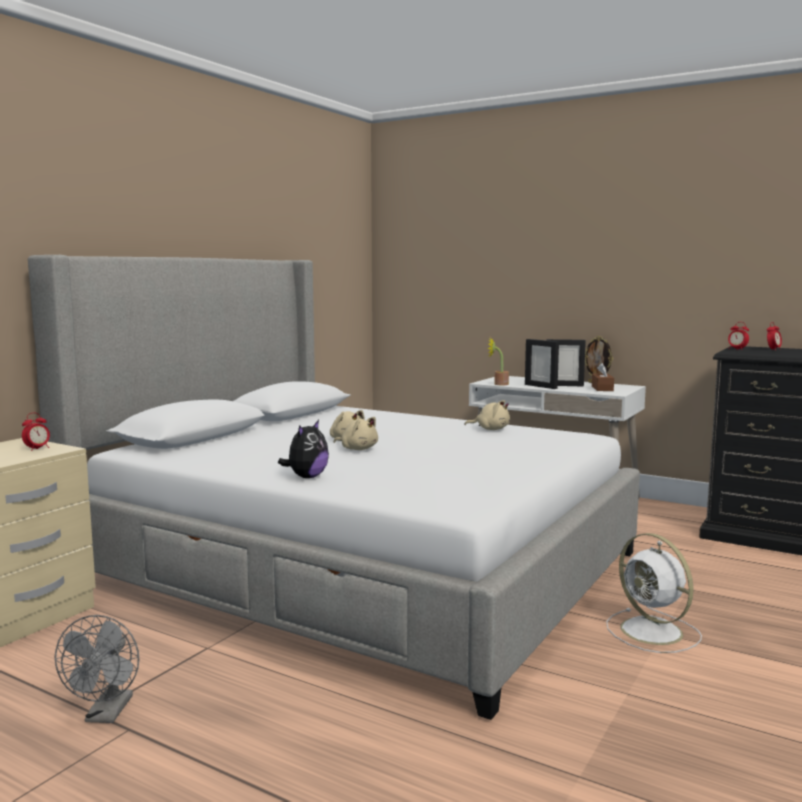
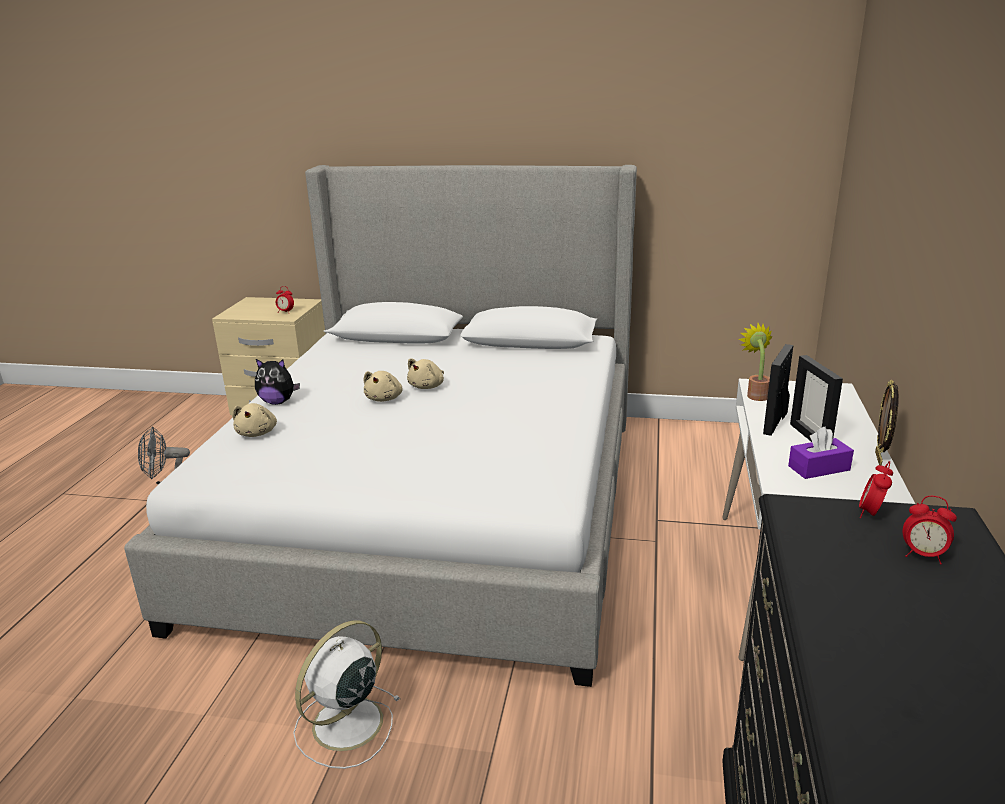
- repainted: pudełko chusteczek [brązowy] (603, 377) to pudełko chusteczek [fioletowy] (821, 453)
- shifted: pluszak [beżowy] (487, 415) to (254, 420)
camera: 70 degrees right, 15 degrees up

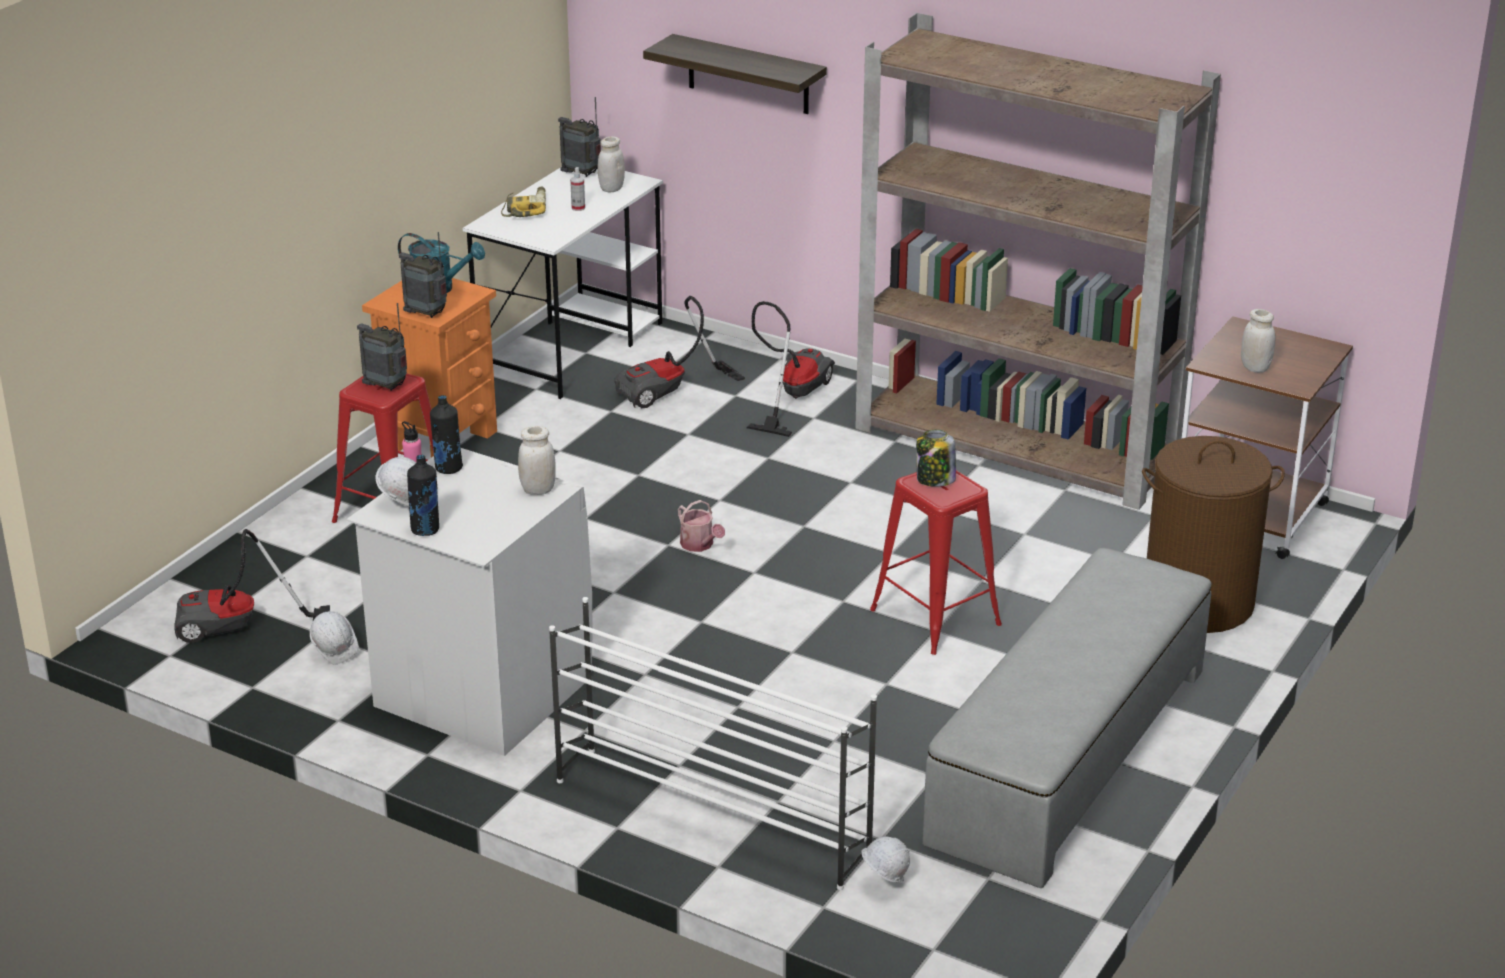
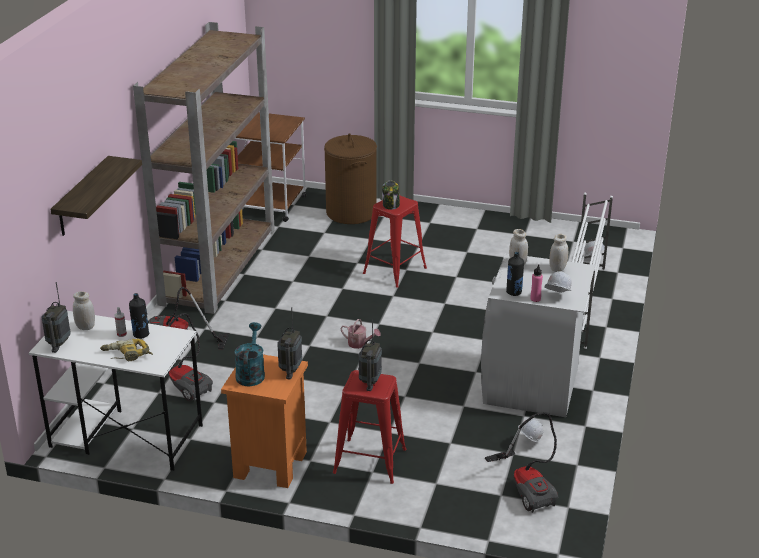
- shifted: słoik [biały] (1258, 341) to (558, 253)
- shifted: butelka [czarny] (423, 495) to (139, 316)
- rotated: konewka (701, 526) = (361, 334) 75 degrees clockwise
- gone: ławka [szary] (1067, 718)
camera: 105 degrees left, 0 degrees up

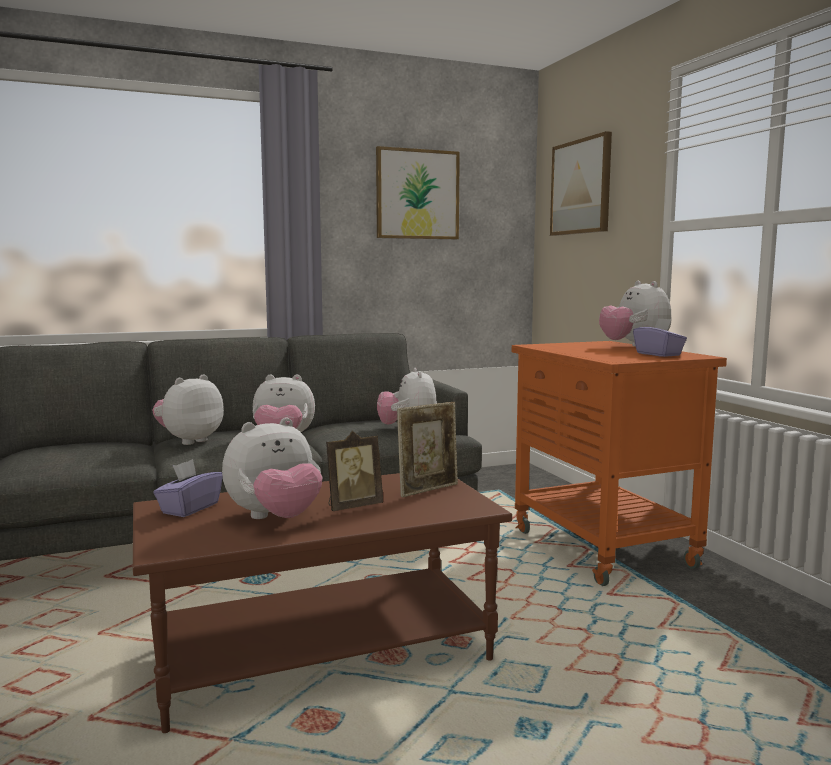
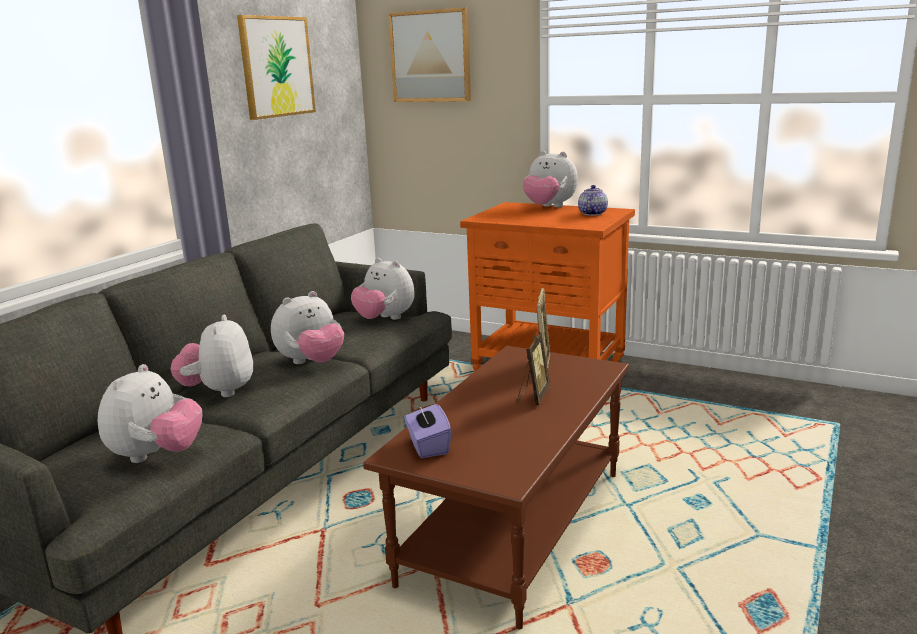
- swapped: pudełko chusteczek [fioletowy] (660, 337) to imbryk (593, 200)
- shifted: pluszak (272, 468) to (150, 413)
camera: 40 degrees left, 10 degrees up

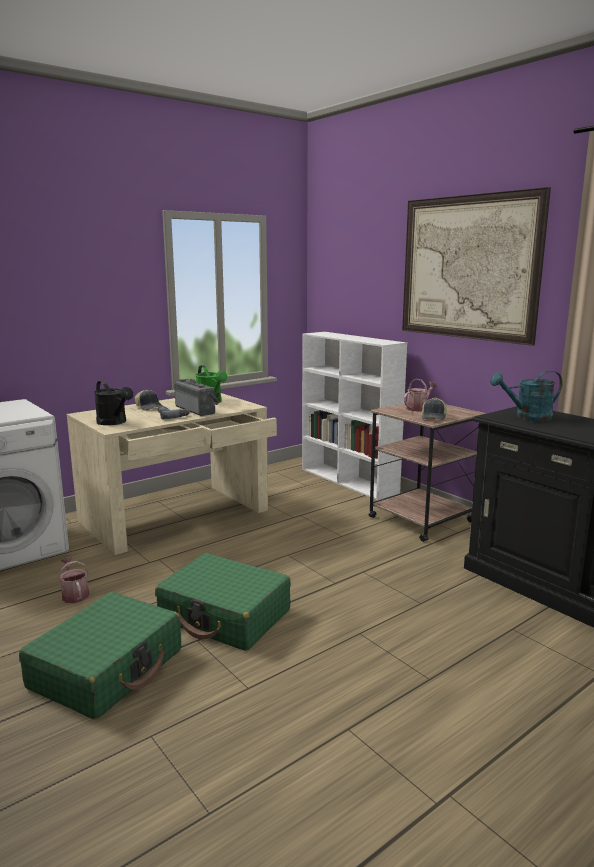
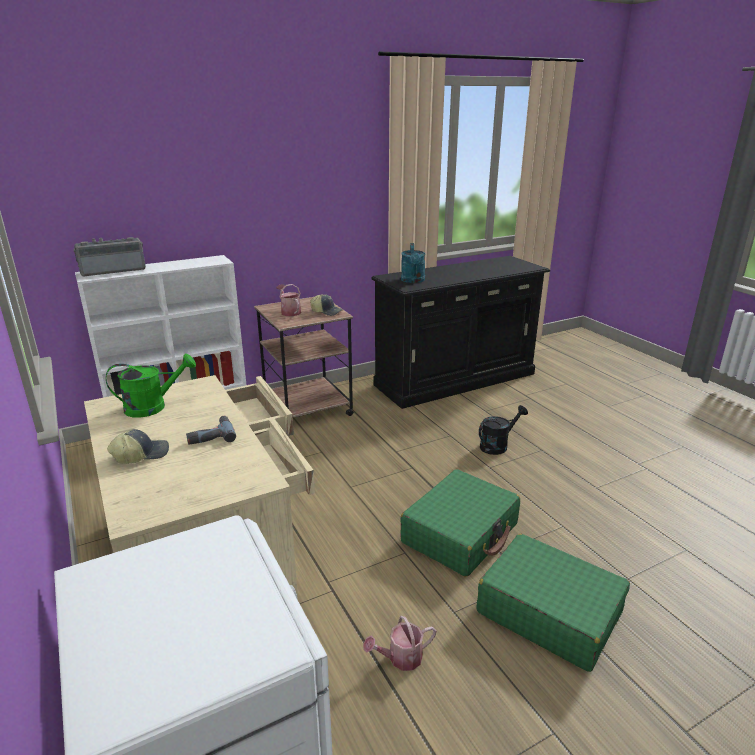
- gone: obraz (476, 266)
- shifted: radio (196, 397) to (109, 257)
- shifted: konewka [czarny] (113, 403) to (503, 430)
camera: 80 degrees left, 10 degrees up

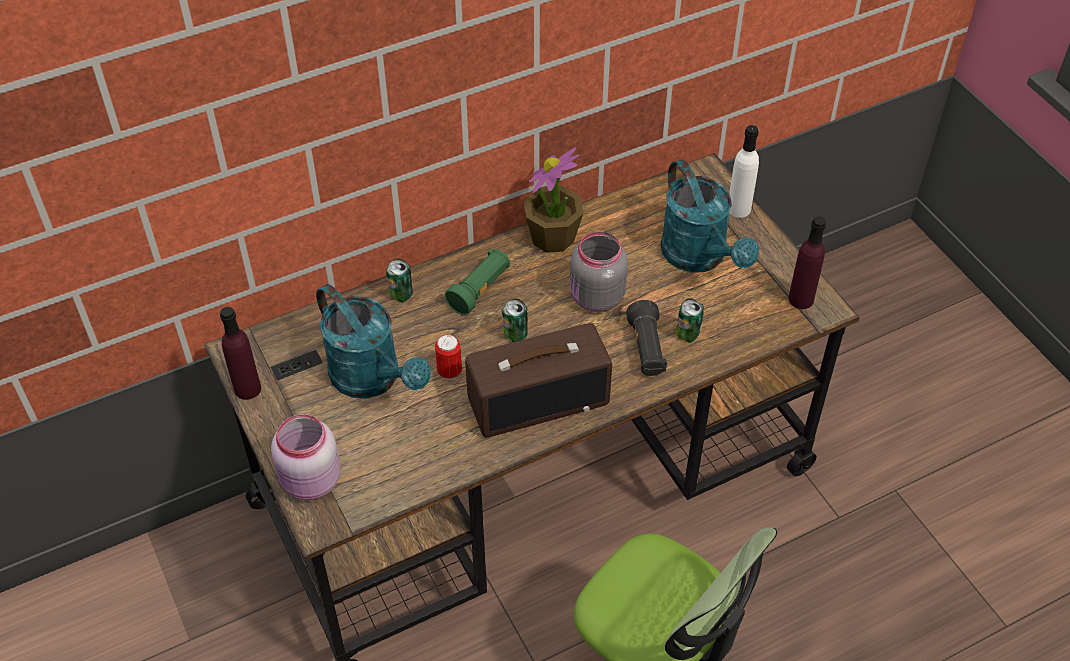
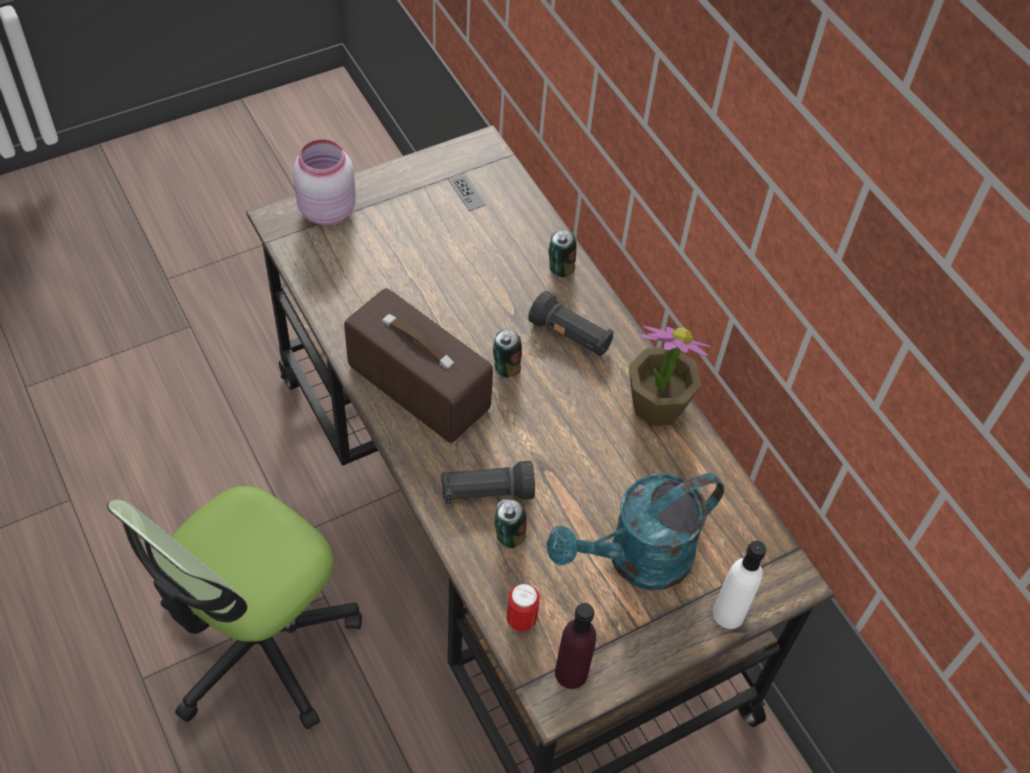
- gone: słoik [szary] (599, 272)
- repainted: latarka [zielony] (477, 282) to latarka [czarny] (571, 323)
- gone: konewka [turkusowy] (373, 341)
- gone: butelka [fioletowy] (240, 353)
- rotated: radio (538, 380) = (418, 365) 150 degrees clockwise
- shifted: puszka (448, 357) to (523, 607)
camera: 85 degrees right, 5 degrees up

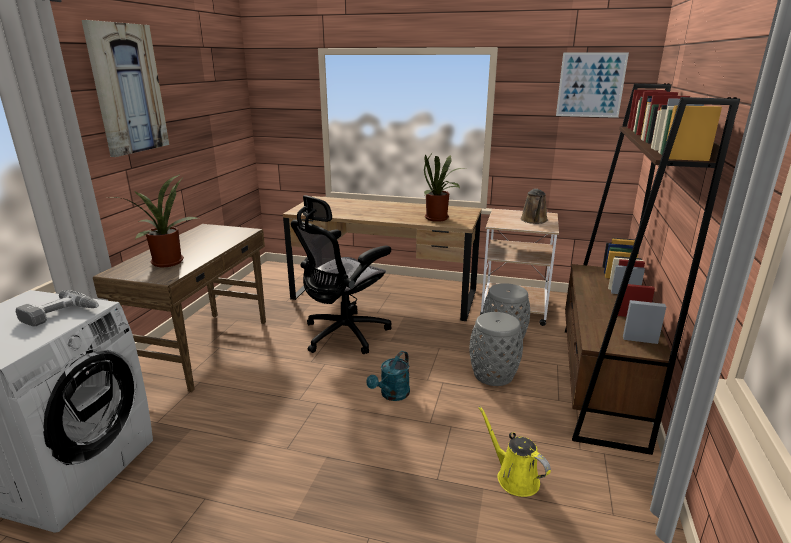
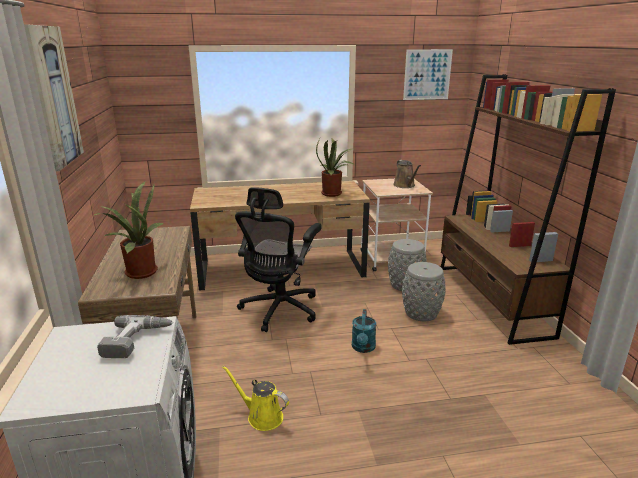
- shifted: konewka [żółty] (514, 451) to (255, 398)
camera: 25 degrees left, 0 degrees up

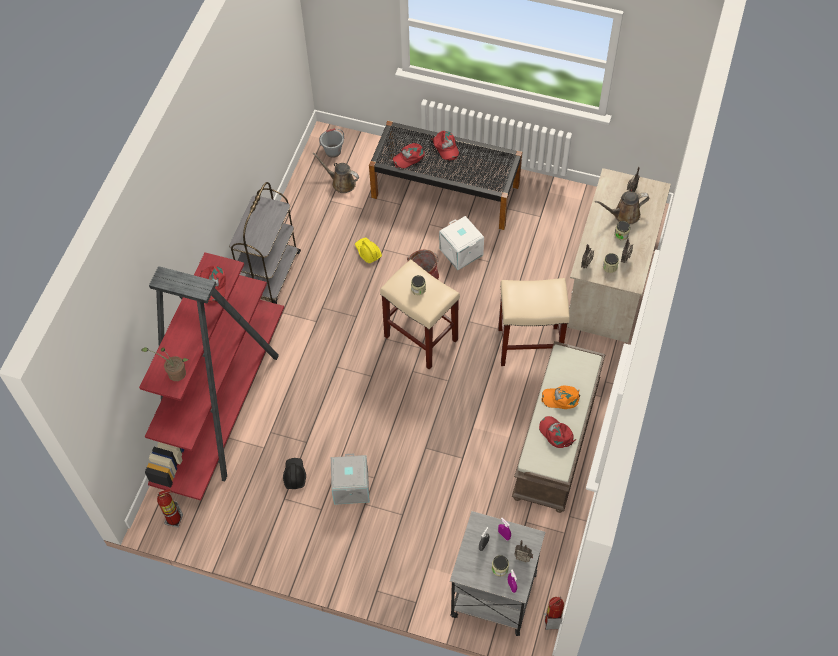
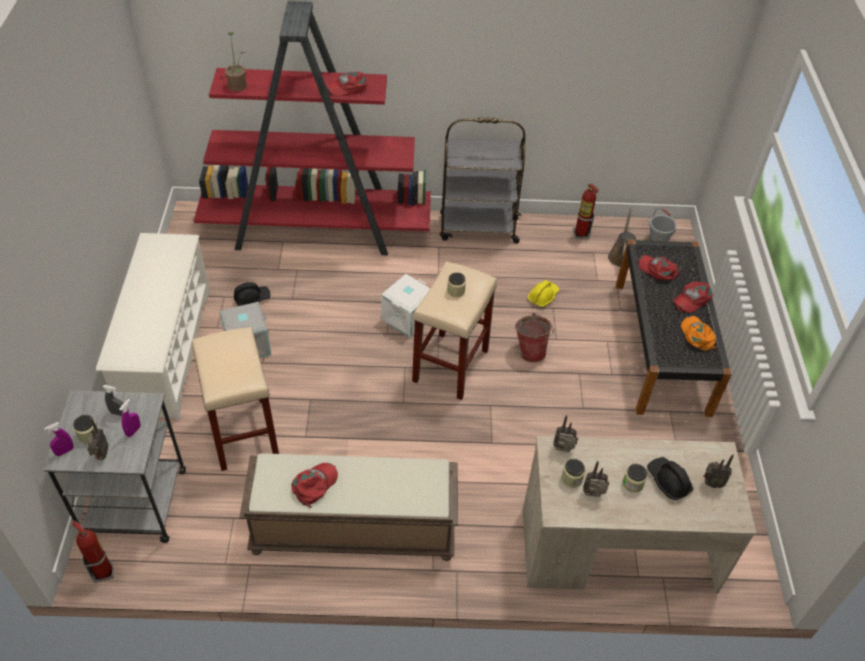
- swapped: konewka [brązowy] (622, 207) to kask [czarny] (670, 478)
- shifted: pojemnik do przechowywania [biały] (461, 243) to (405, 306)
- shifted: stołek [beżowy] (534, 322) to (235, 399)
- shifted: czapka z daszkiem [pomarańczowy] (560, 397) to (699, 333)
- shifted: gaśnica (170, 508) to (586, 211)
- new: regał na buty [biały] (153, 327)
camera: 70 degrees right, 10 degrees down

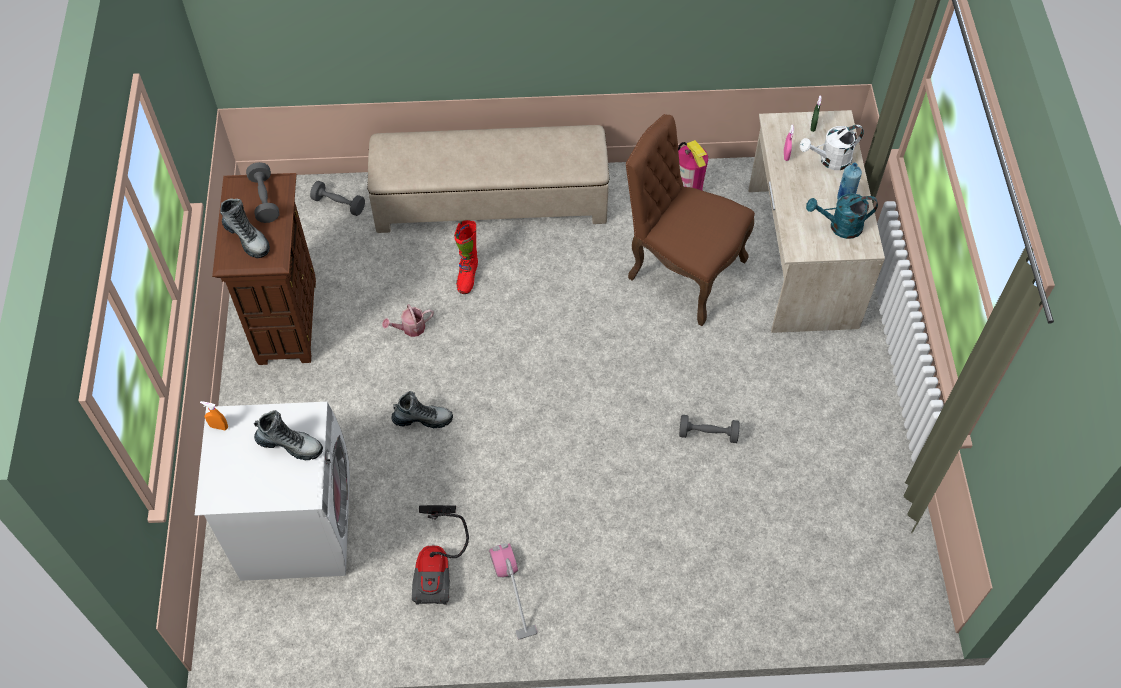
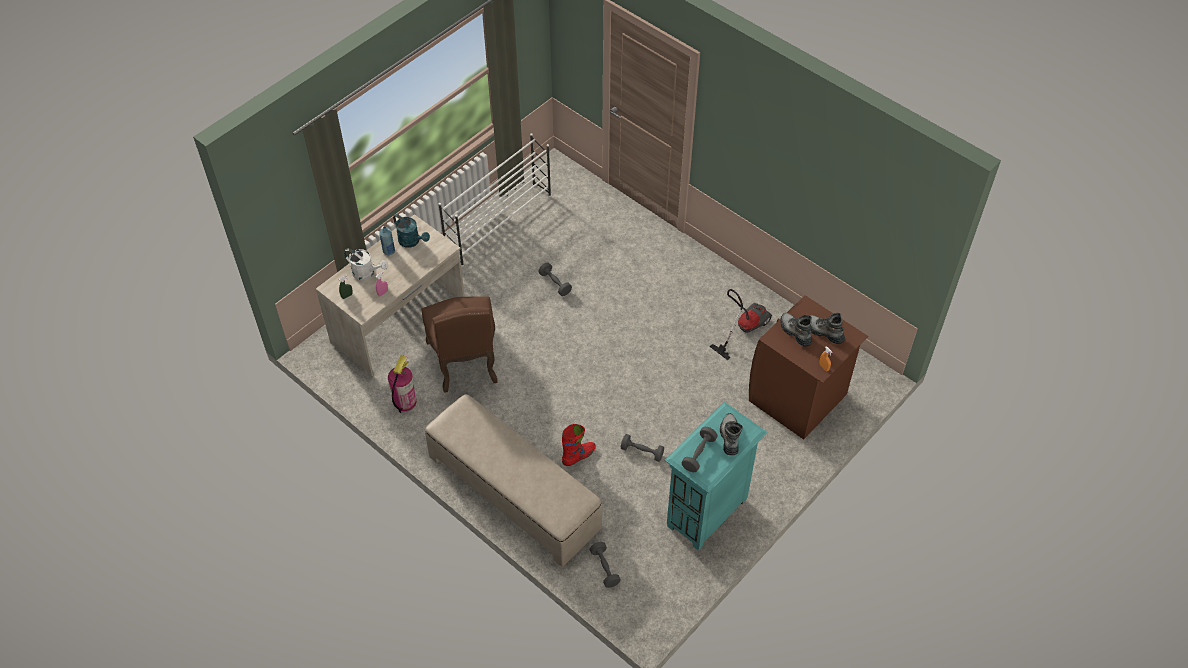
- repainted: szafka [brązowy] (264, 269) to szafka [turkusowy] (716, 476)
- swapped: konewka (408, 320) to hantel [szary] (642, 448)
- shifted: but z cholewką (422, 409) to (827, 328)
- repainted: pralka [biały] (272, 491) to pralka [brązowy] (808, 367)
- gone: odkurzacz (513, 591)
- new: regał na buty [biały] (494, 200)
camera: 135 degrees left, 5 degrees down

